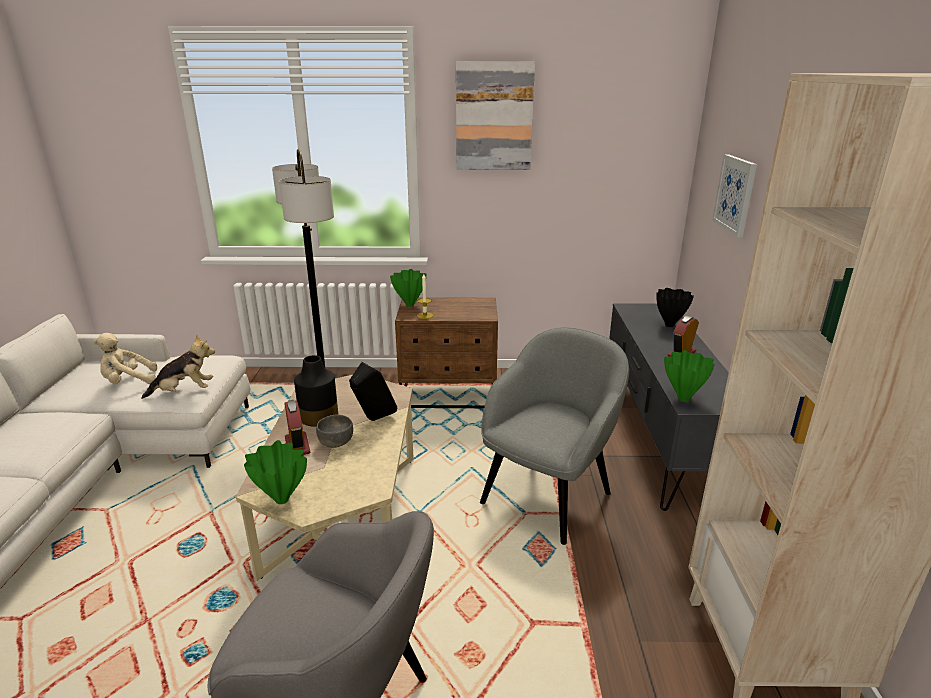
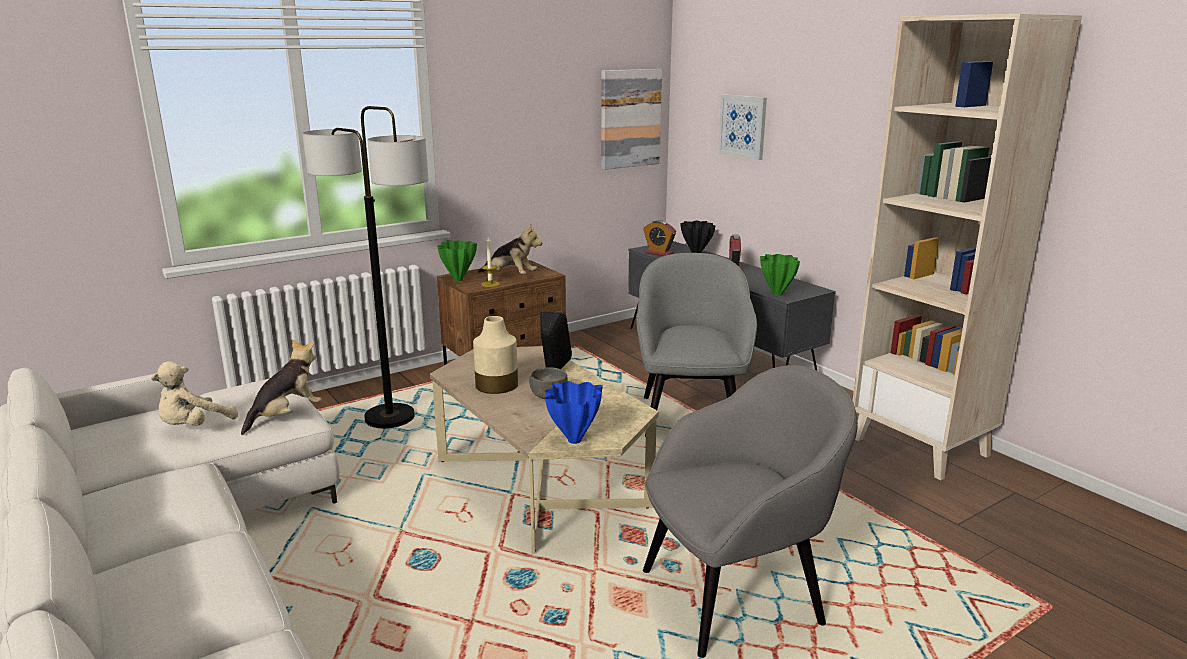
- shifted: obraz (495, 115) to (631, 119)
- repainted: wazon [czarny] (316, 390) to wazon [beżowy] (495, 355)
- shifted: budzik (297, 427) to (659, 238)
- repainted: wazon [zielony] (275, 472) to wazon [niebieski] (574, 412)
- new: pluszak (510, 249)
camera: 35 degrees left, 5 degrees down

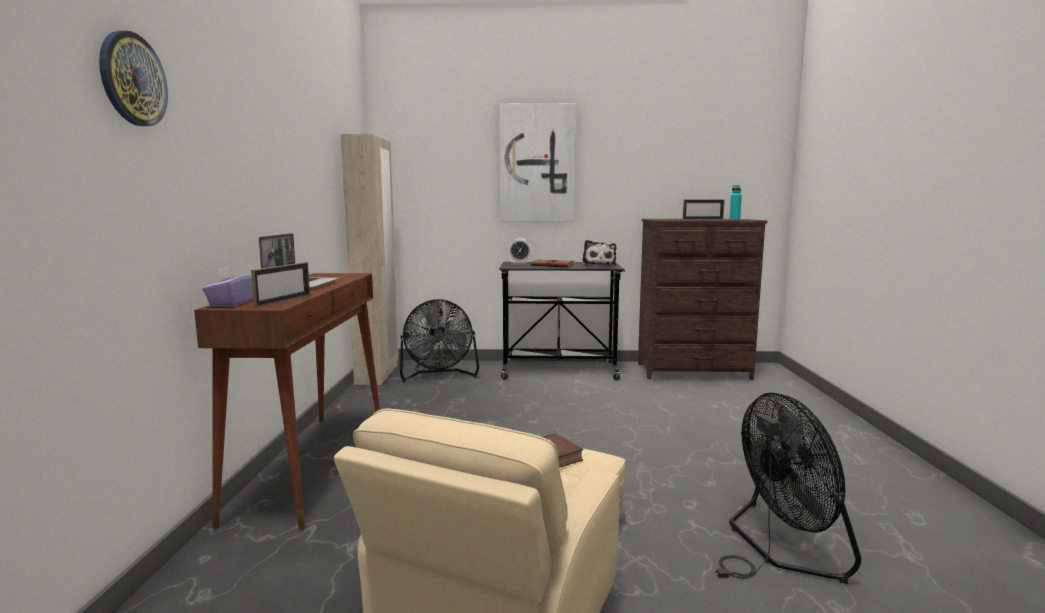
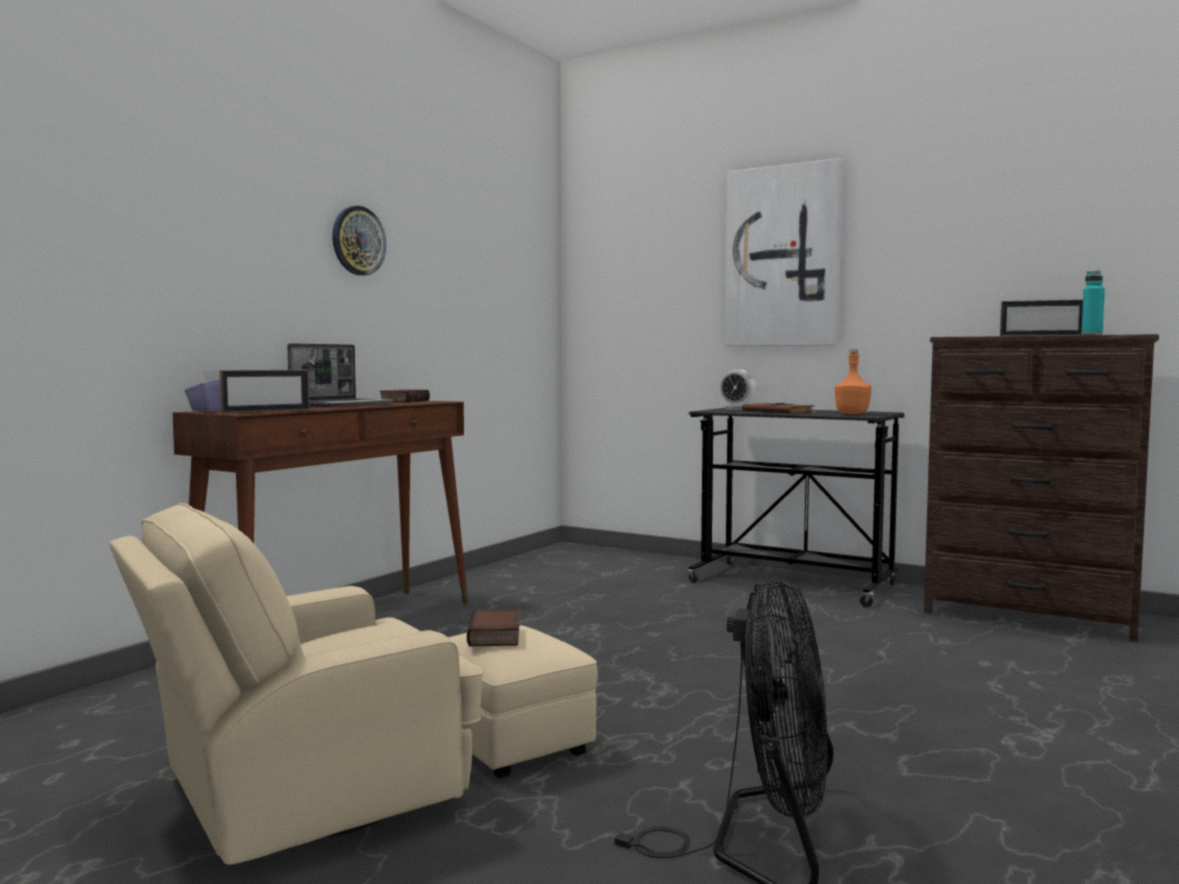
- shifted: zegar ścienny (133, 78) to (359, 241)
- gone: szafa [beżowy] (370, 259)
- swapped: pluszak (599, 253) to butelka [pomarańczowy] (853, 381)
- gone: wentylator [czarny] (439, 340)
- new: książka (404, 396)
camera: 30 degrees right, 5 degrees down

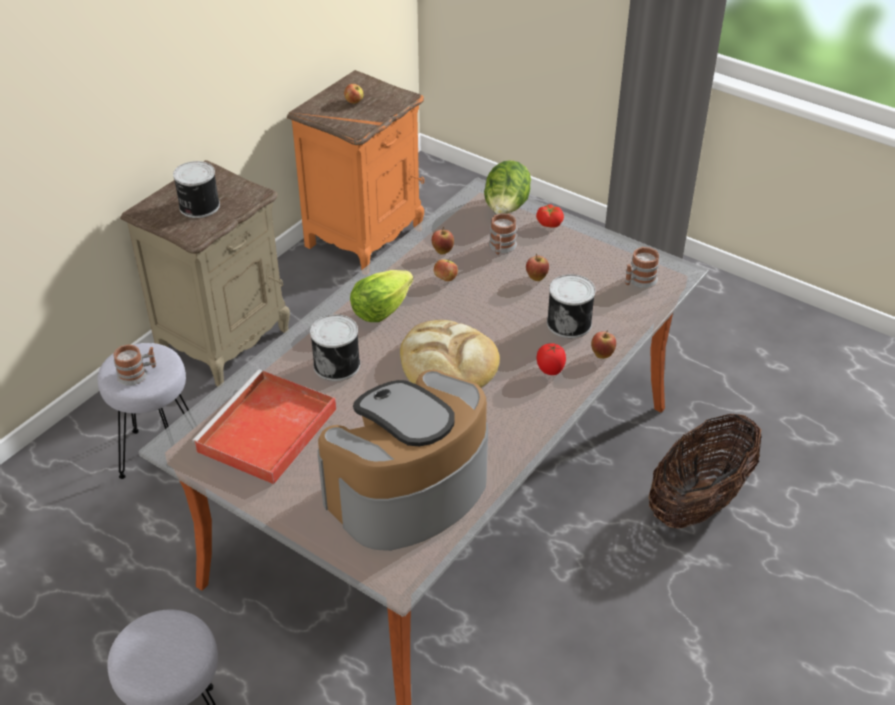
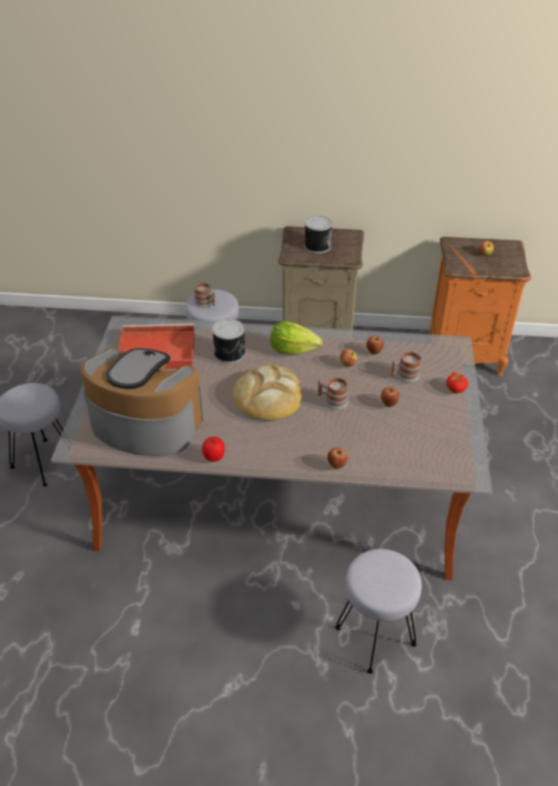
- gone: sałata (507, 187)
- shifted: kubek (642, 267) to (332, 393)
- gone: puszka (571, 306)
- shifted: pomidor (551, 359) to (213, 449)
- swapped: koszyk (705, 471) to stołek [szary] (378, 611)
camera: 60 degrees right, 0 degrees up

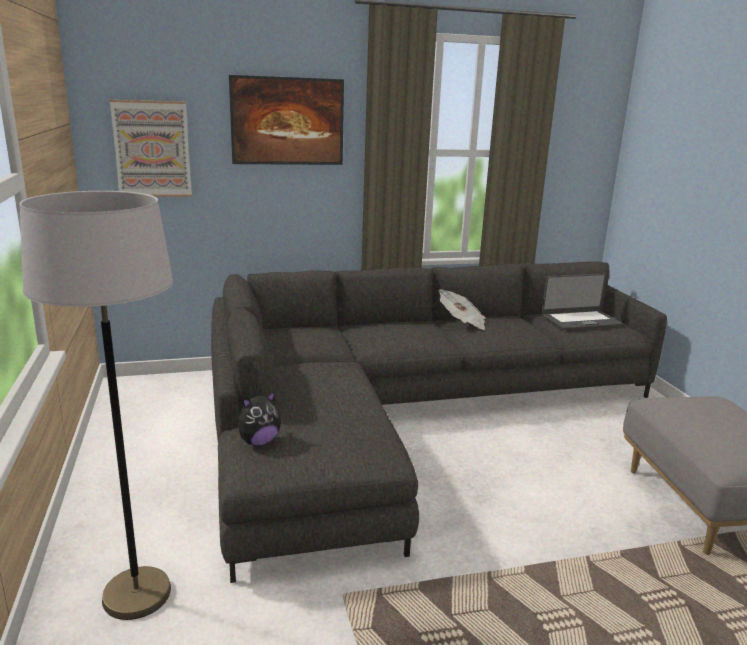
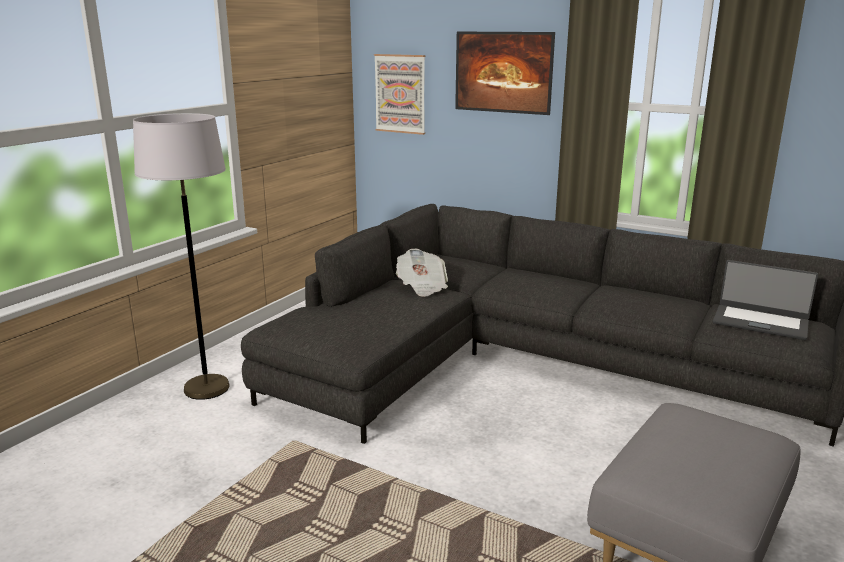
- shifted: gazeta (462, 309) to (422, 273)
- gone: pluszak (259, 418)
camera: 45 degrees right, 0 degrees up

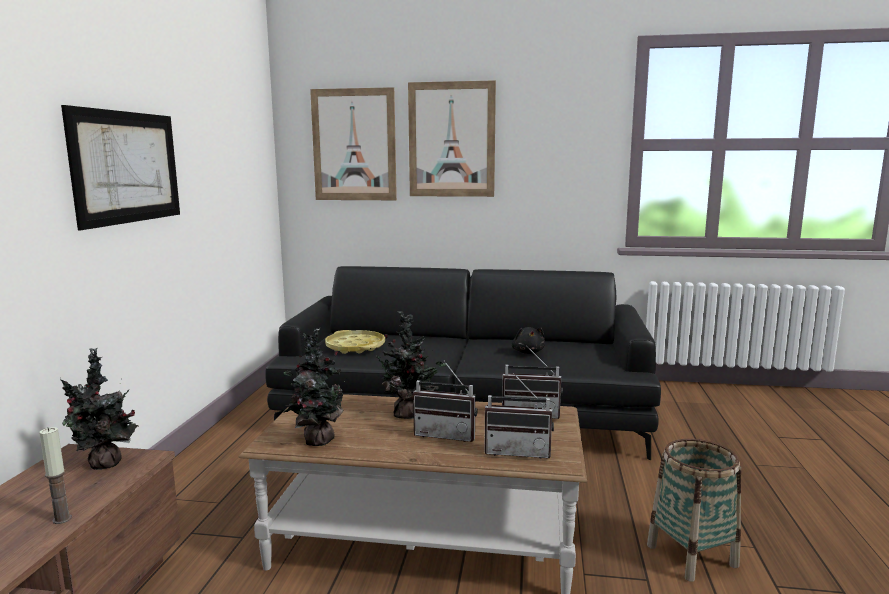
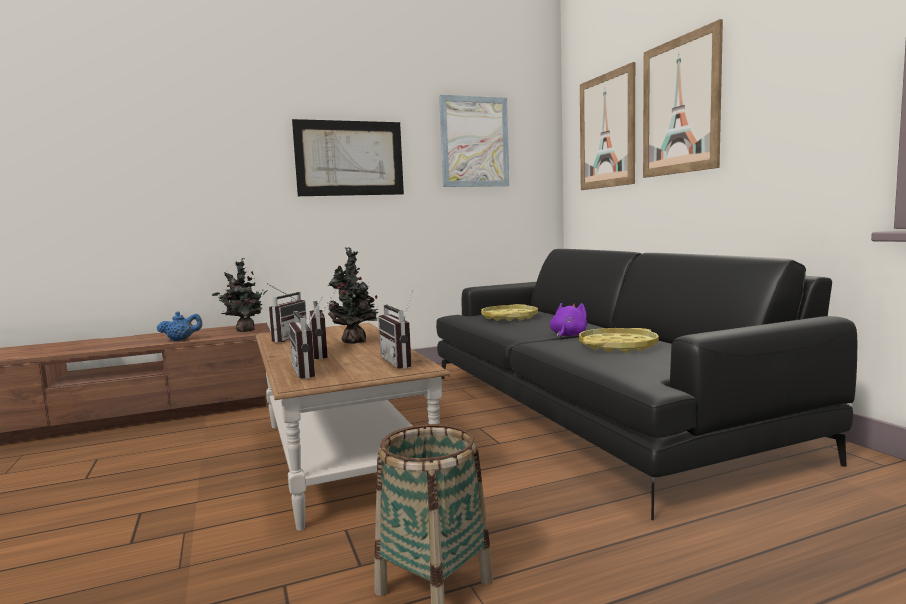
- swapped: pluszak [czarny] (528, 340) to taca [żółty] (619, 340)
- swapped: roślina doniczkowa (315, 387) to radio (287, 313)
- swapped: świeca (55, 475) to imbryk [niebieski] (180, 326)
- new: obraz (474, 141)
- new: pluszak [fioletowy] (568, 320)
camera: 60 degrees right, 5 degrees down

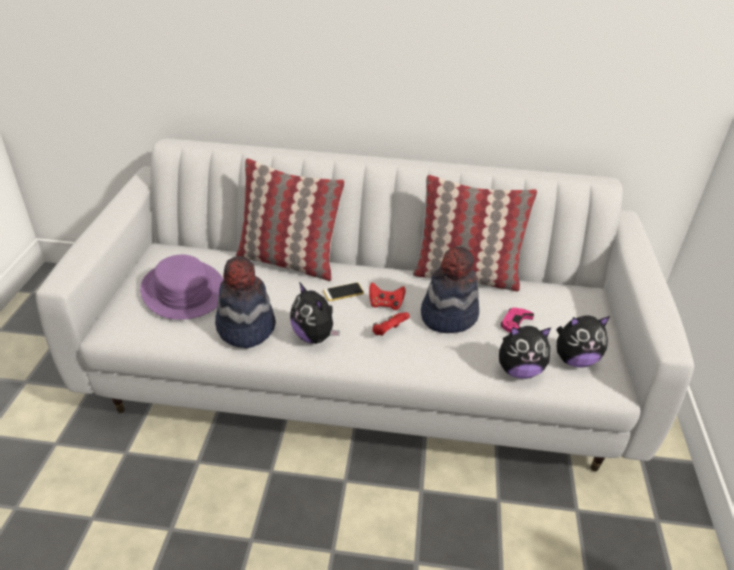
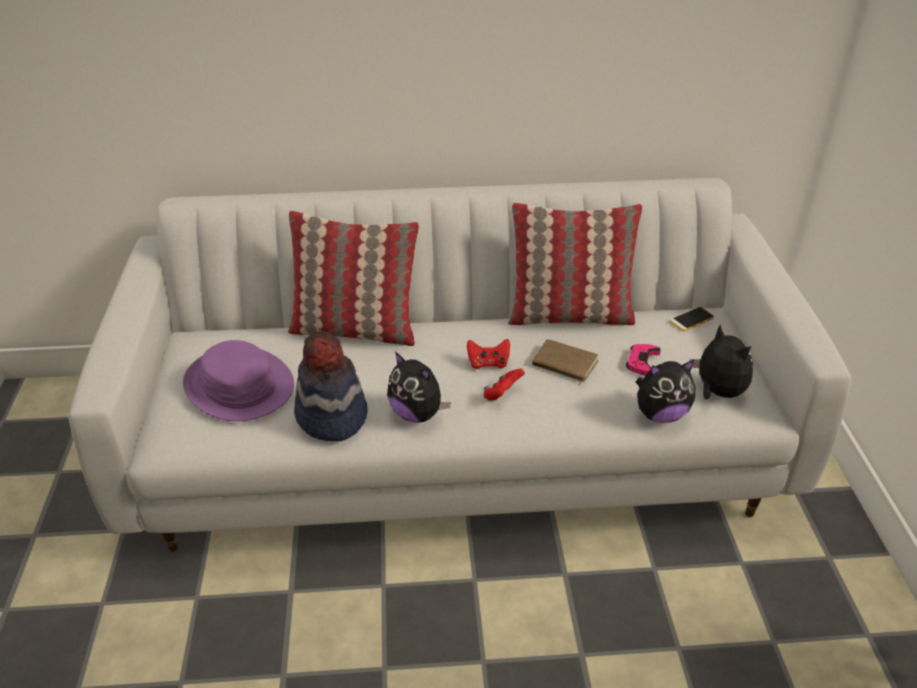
- swapped: kapelusz (450, 290) to książka [brązowy] (565, 362)
- shifted: telefon (343, 292) to (692, 319)
- rotated: pluszak (583, 341) = (721, 362) 105 degrees counterclockwise
camera: 10 degrees left, 0 degrees up

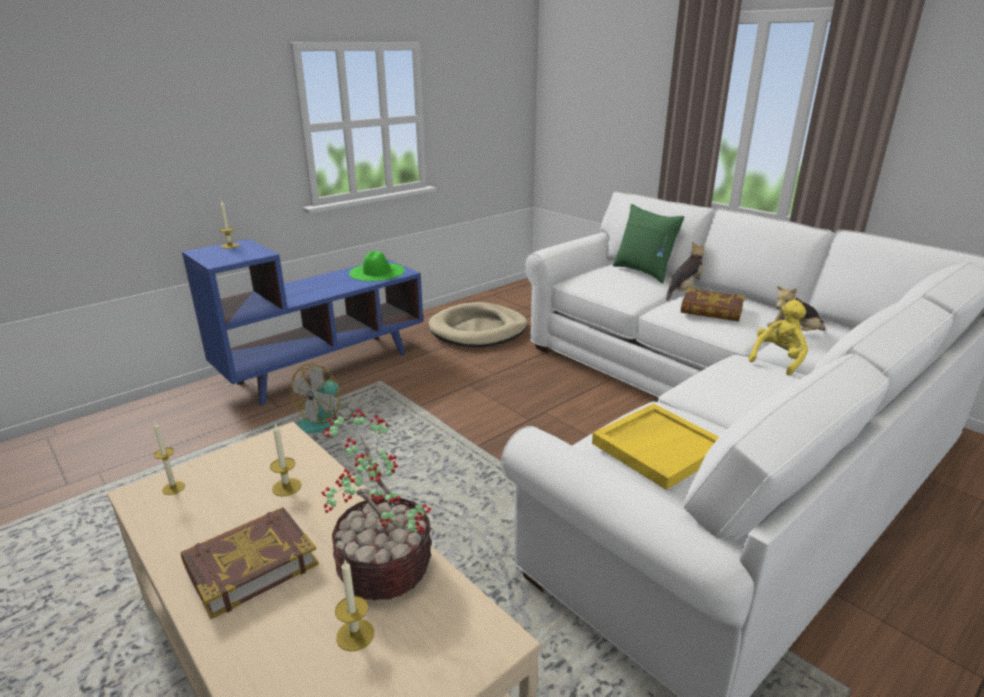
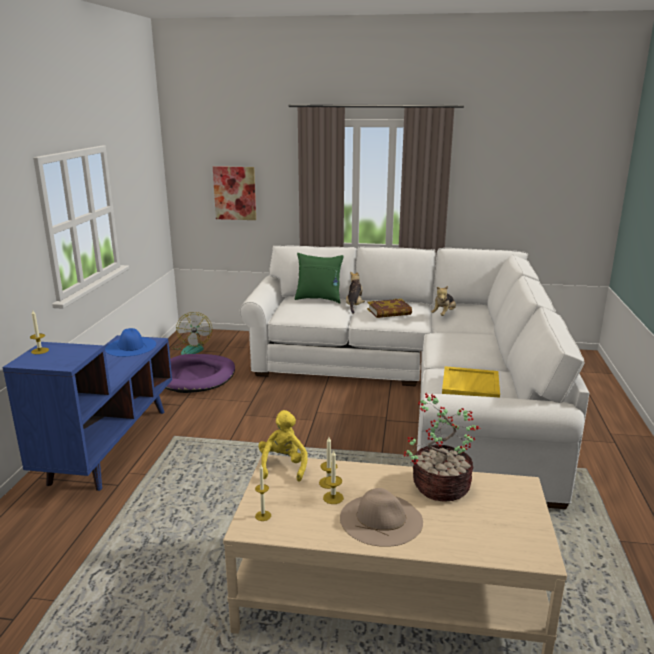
- repainted: kapelusz [zielony] (377, 266) to kapelusz [niebieski] (130, 342)
- shifted: pluszak [żółty] (778, 337) to (283, 446)
- repainted: legowisko [beżowy] (478, 324) to legowisko [fioletowy] (200, 373)
- shifted: wentylator (321, 398) to (192, 333)
- swapped: książka (250, 563) to kapelusz [beżowy] (381, 517)
- shifted: świeca (354, 606) to (333, 477)
- new: obraz (234, 193)
camera: 40 degrees left, 5 degrees down

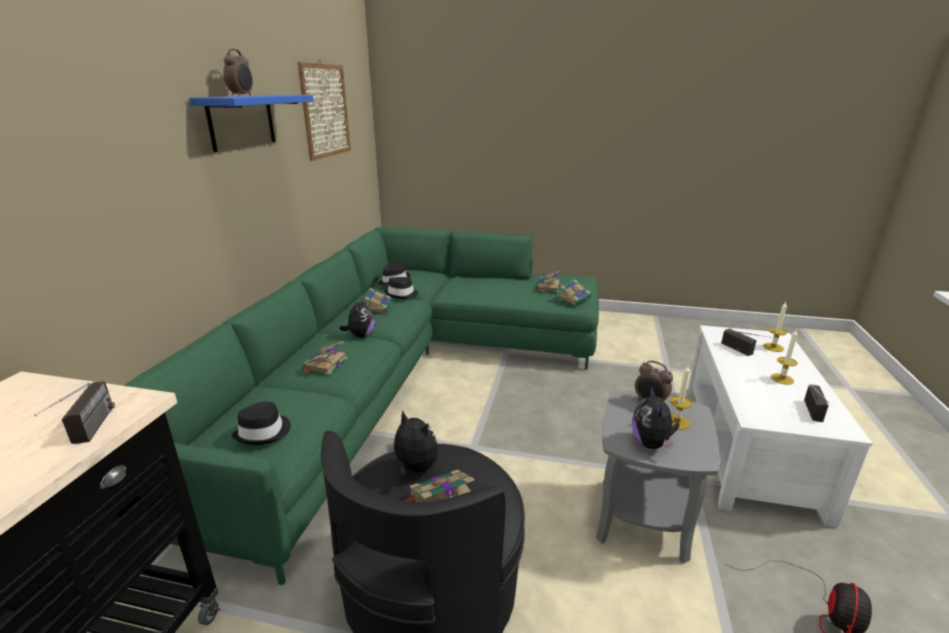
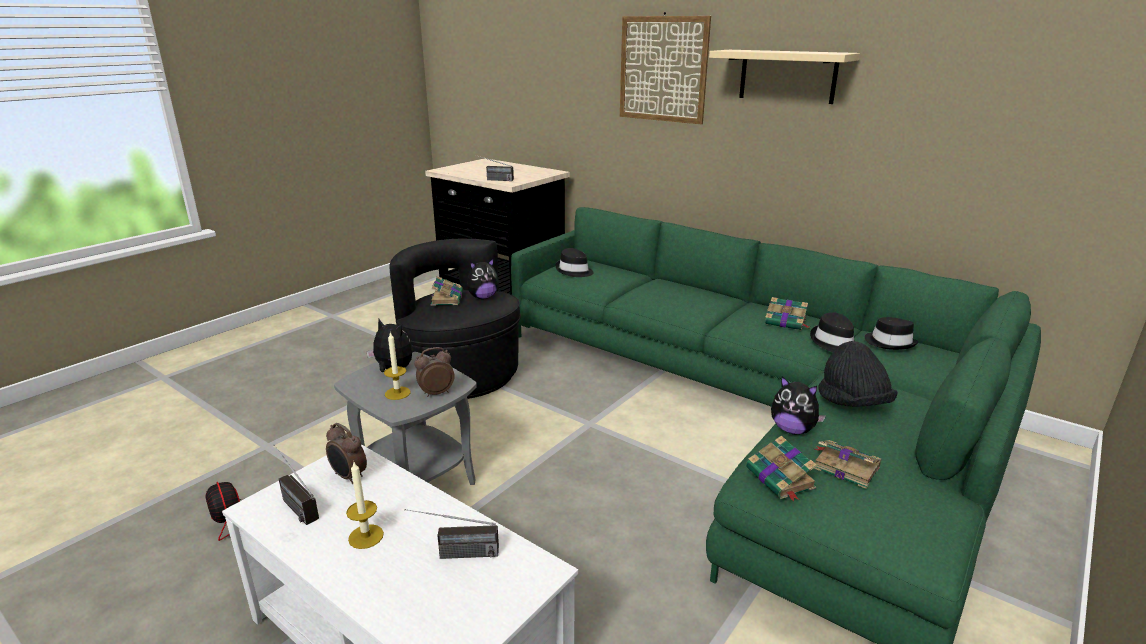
- shifted: budzik (238, 72) to (346, 453)
- shifted: obraz (324, 110) to (665, 68)
- repainted: półka [niebieski] (251, 123) to półka [beżowy] (784, 77)
- shifted: pluszak (357, 317) to (798, 405)
- gone: świeca (775, 327)
- gone: książka (325, 358)
- new: kapelusz [czarny] (857, 374)
camera: 115 degrees right, 0 degrees up

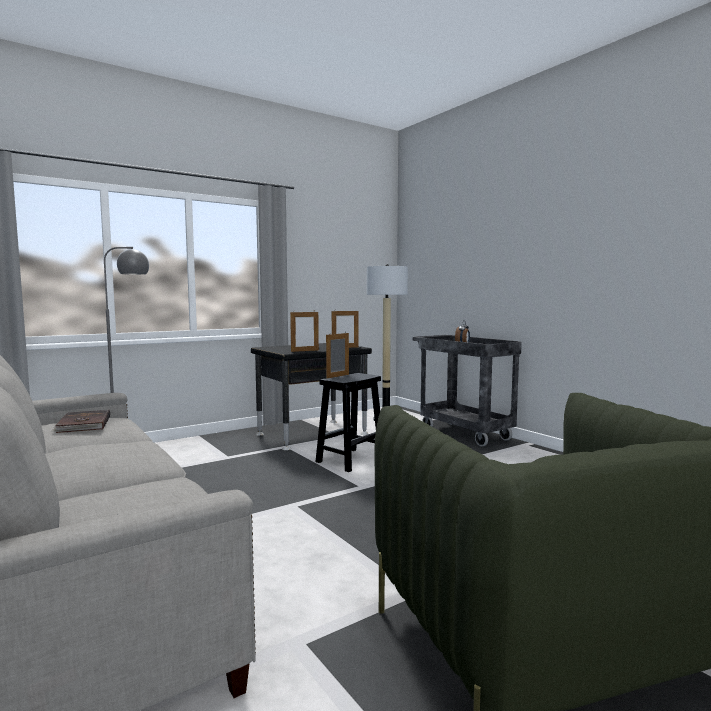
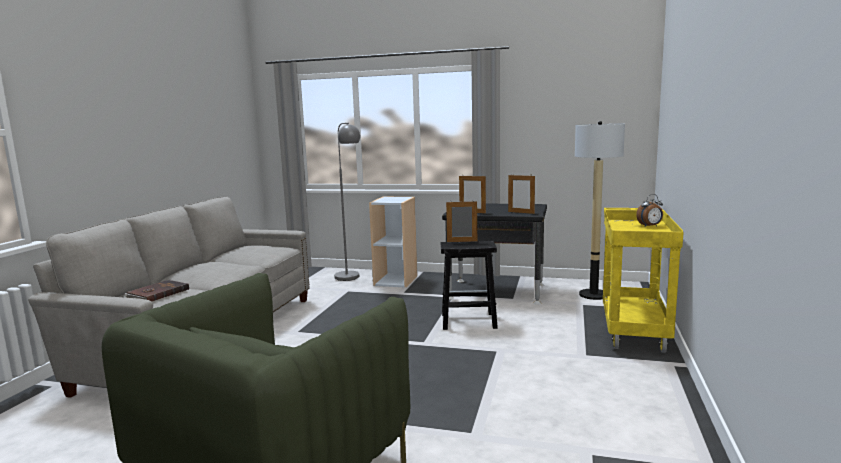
- repainted: wózek [szary] (467, 390) to wózek [żółty] (643, 280)
- shifted: książka [brązowy] (81, 421) to (156, 290)
- new: regał (393, 242)
camera: 50 degrees right, 5 degrees up

